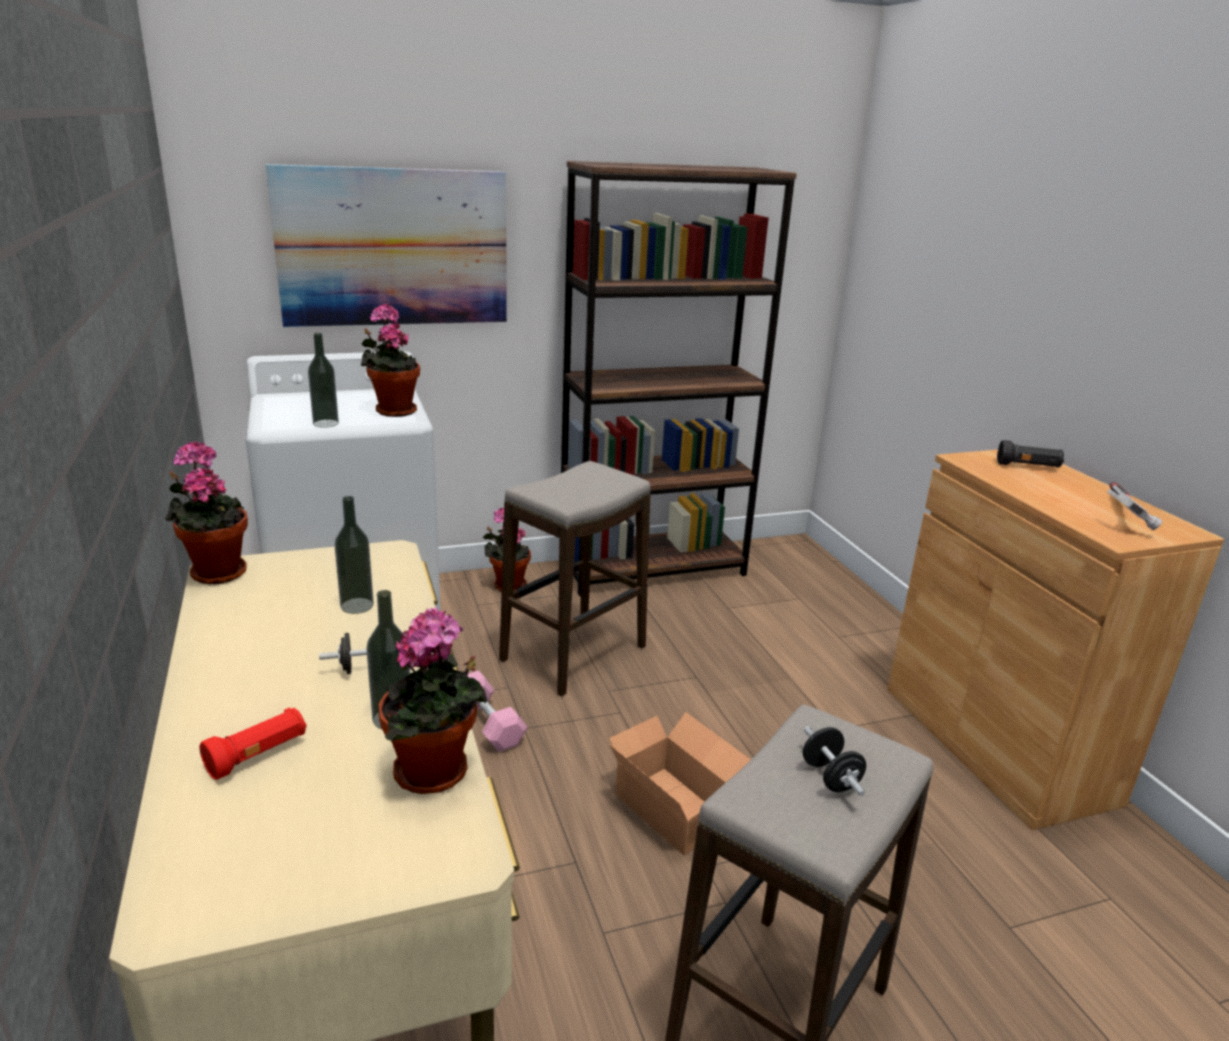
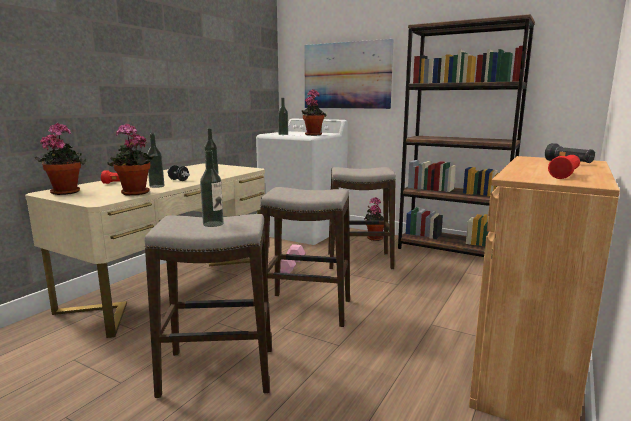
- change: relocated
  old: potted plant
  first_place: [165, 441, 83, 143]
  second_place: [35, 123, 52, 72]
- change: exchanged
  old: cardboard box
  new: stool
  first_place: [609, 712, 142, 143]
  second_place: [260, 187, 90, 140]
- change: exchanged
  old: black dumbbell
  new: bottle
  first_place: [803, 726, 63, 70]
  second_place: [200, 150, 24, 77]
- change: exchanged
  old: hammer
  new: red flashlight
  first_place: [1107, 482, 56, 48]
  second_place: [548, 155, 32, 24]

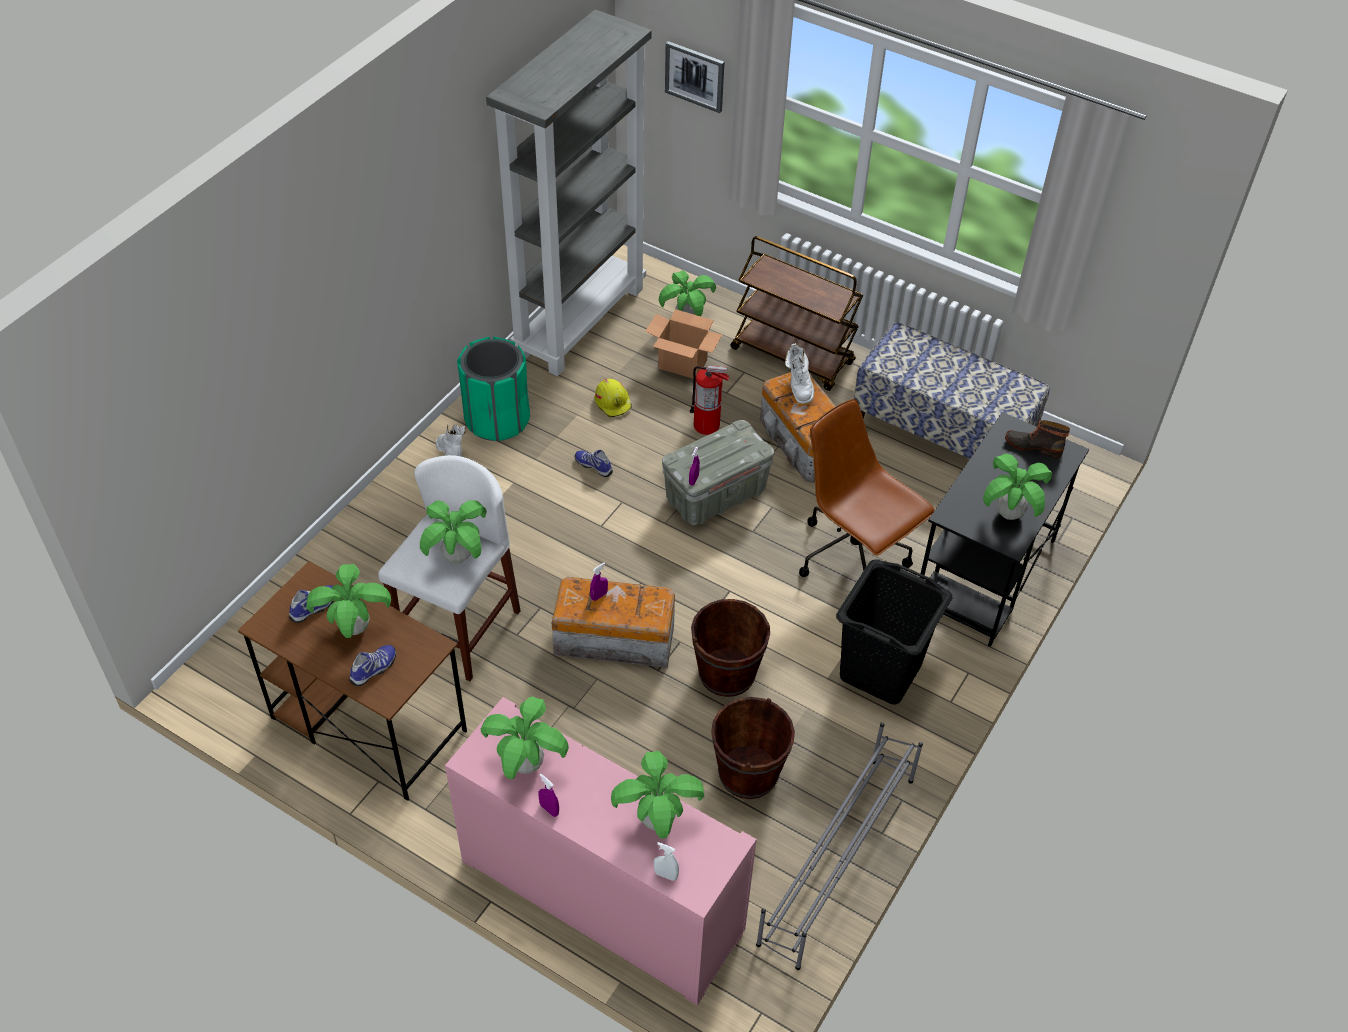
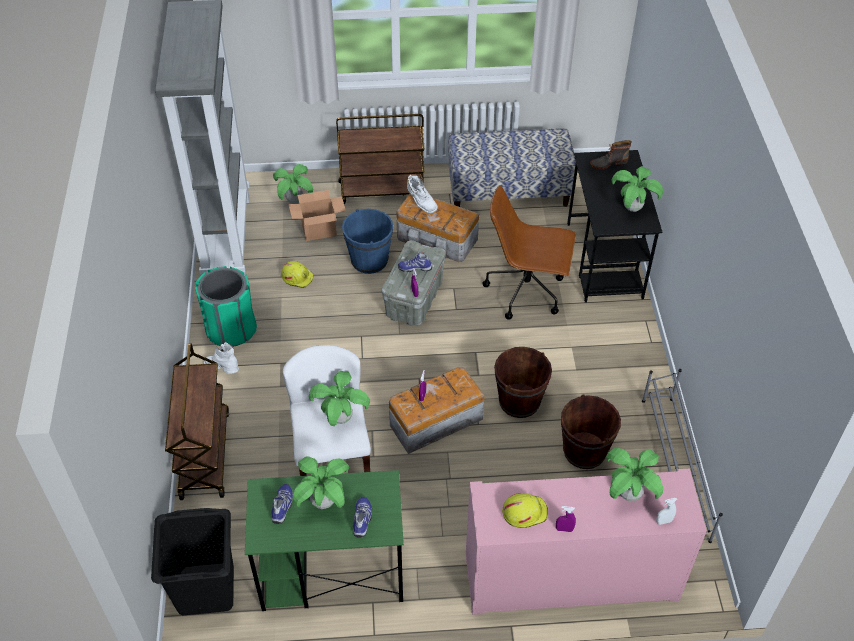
- change: missing
  old: picture
  first_place: [665, 41, 59, 72]
- change: appeared
  new: brown cart
  second_place: [165, 343, 64, 157]
- change: relocated
  old: shoe
  first_place: [575, 450, 38, 27]
  second_place: [398, 253, 34, 19]
- change: relocated
  old: black laundry basket
  first_place: [836, 559, 116, 146]
  second_place: [151, 508, 83, 108]
- change: exchanged
  old: potted plant
  new: yellow hard hat
  first_place: [481, 696, 88, 83]
  second_place: [502, 493, 46, 35]
- change: exchanged
  old: fire extinguisher
  new: blue bucket
  first_place: [689, 365, 41, 70]
  second_place: [342, 209, 52, 65]
- change: colour
  old: brown desk
  new: green desk
  first_place: [238, 561, 229, 240]
  second_place: [245, 470, 159, 141]

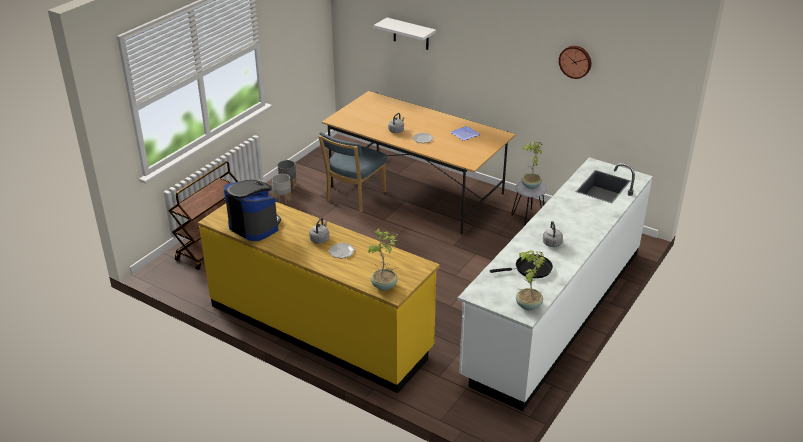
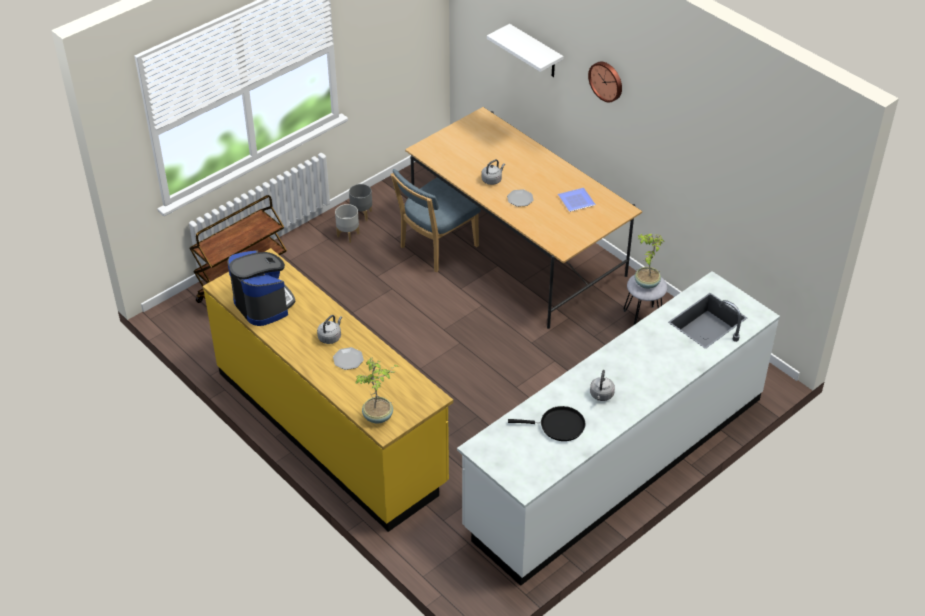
- change: missing
  old: potted plant
  first_place: [516, 250, 30, 60]
- change: relocated
  old: wall clock
  first_place: [559, 46, 32, 33]
  second_place: [588, 62, 34, 41]

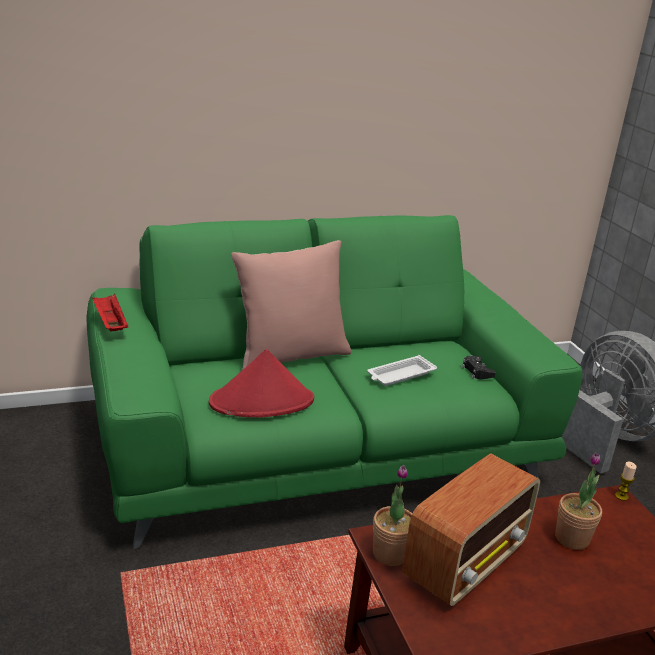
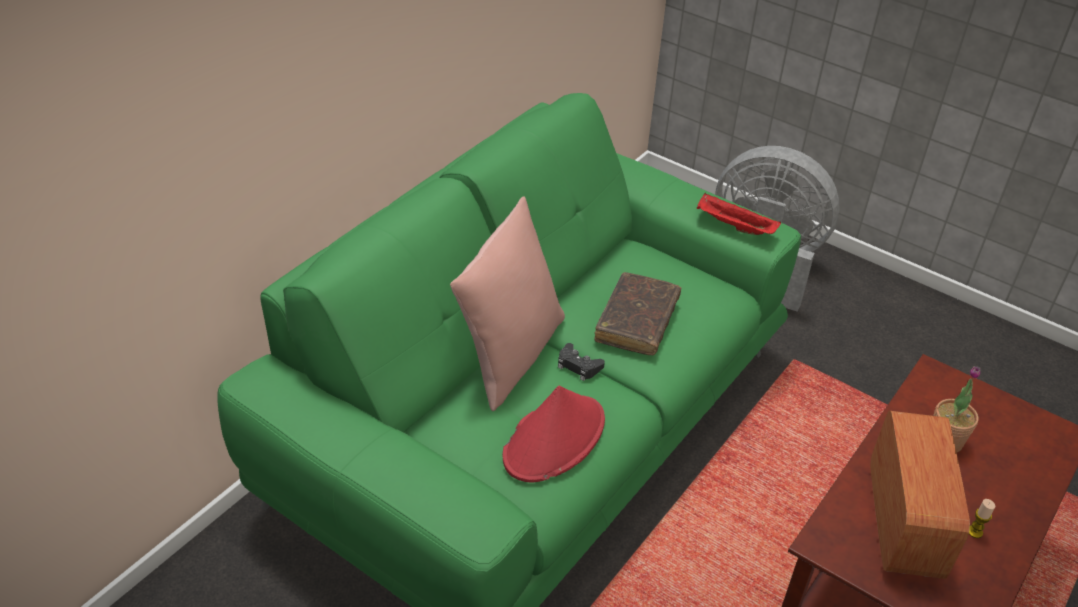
- change: missing
  old: potted plant
  first_place: [373, 465, 39, 101]
- change: relocated
  old: red tray
  first_place: [92, 294, 36, 37]
  second_place: [697, 193, 84, 42]
- change: relocated
  old: black game controller
  first_place: [462, 355, 34, 24]
  second_place: [558, 343, 47, 38]
- change: relocated
  old: candle
  first_place: [615, 462, 22, 39]
  second_place: [969, 499, 26, 39]
- change: exchanged
  old: white tray
  new: brown book
  first_place: [367, 355, 70, 31]
  second_place: [594, 272, 87, 83]

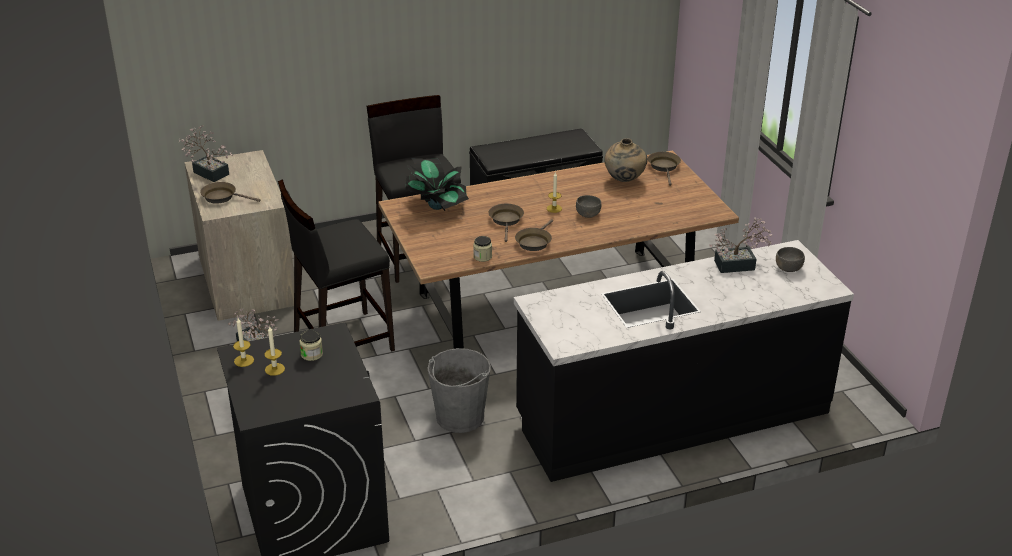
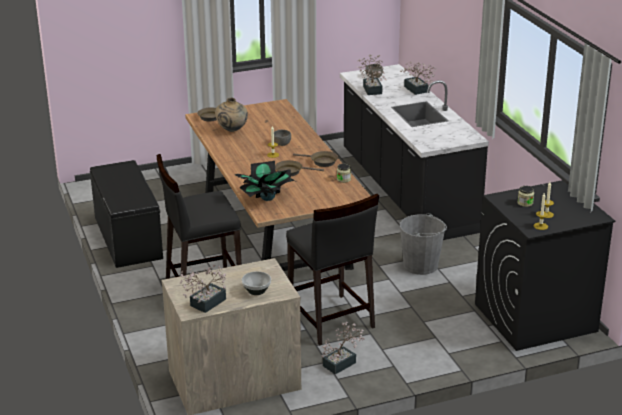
- change: appeared
  new: potted plant
  second_place: [400, 61, 36, 34]
- change: exchanged
  old: brown frying pan
  new: bowl
  first_place: [200, 182, 60, 22]
  second_place: [242, 271, 29, 24]

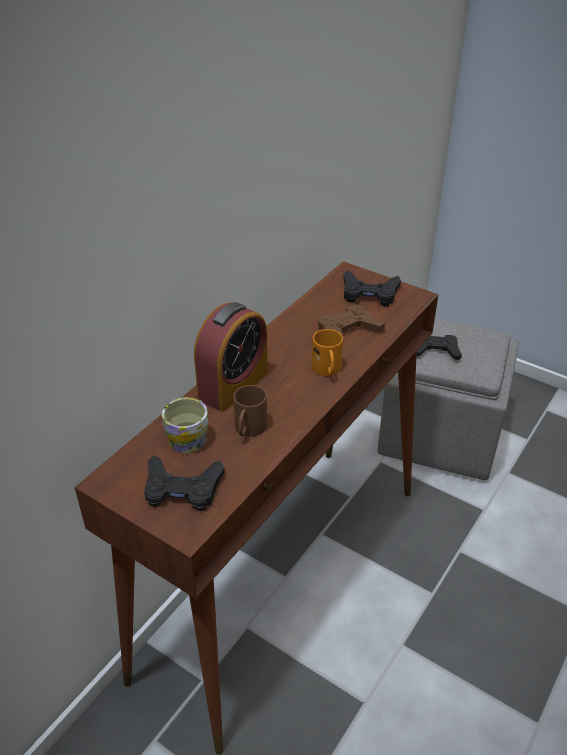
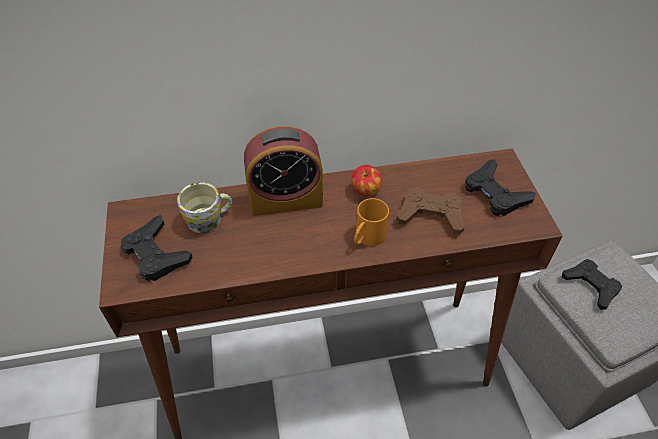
- change: missing
  old: brown mug
  first_place: [233, 385, 34, 52]
- change: appeared
  new: apple
  second_place: [351, 165, 32, 31]

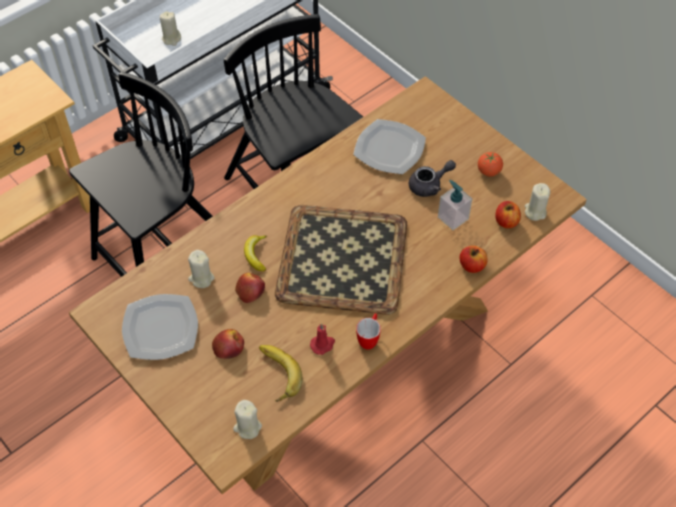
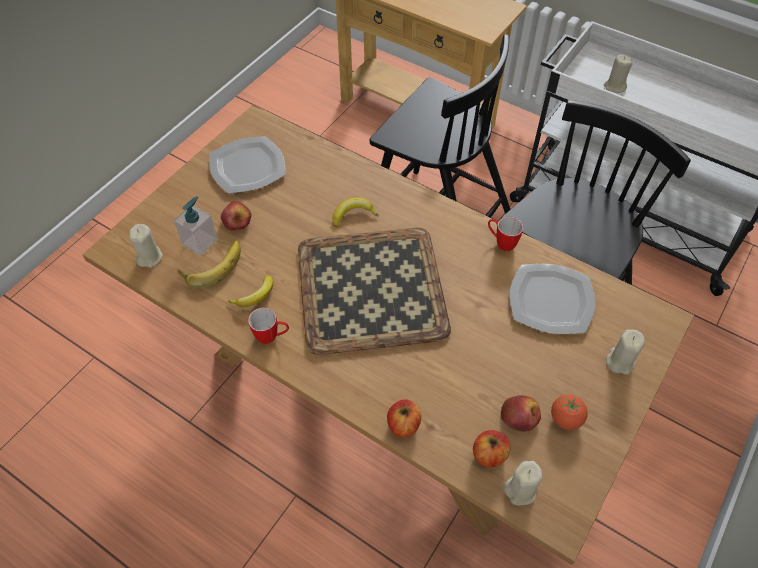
- change: missing
  old: grey teapot
  first_place: [409, 160, 47, 37]
- change: appeared
  new: mug
  second_place: [488, 216, 36, 35]
- change: relocated
  old: beige candle
  first_place: [188, 250, 27, 38]
  second_place: [606, 330, 39, 45]
- change: relocated
  old: apple
  first_place: [235, 273, 30, 30]
  second_place: [501, 395, 40, 37]
- change: relocated
  old: soap dispenser
  first_place: [438, 180, 34, 50]
  second_place: [174, 196, 44, 60]
- change: exchanged
  old: red candle
  new: banana
  first_place: [310, 323, 25, 32]
  second_place: [228, 275, 45, 32]

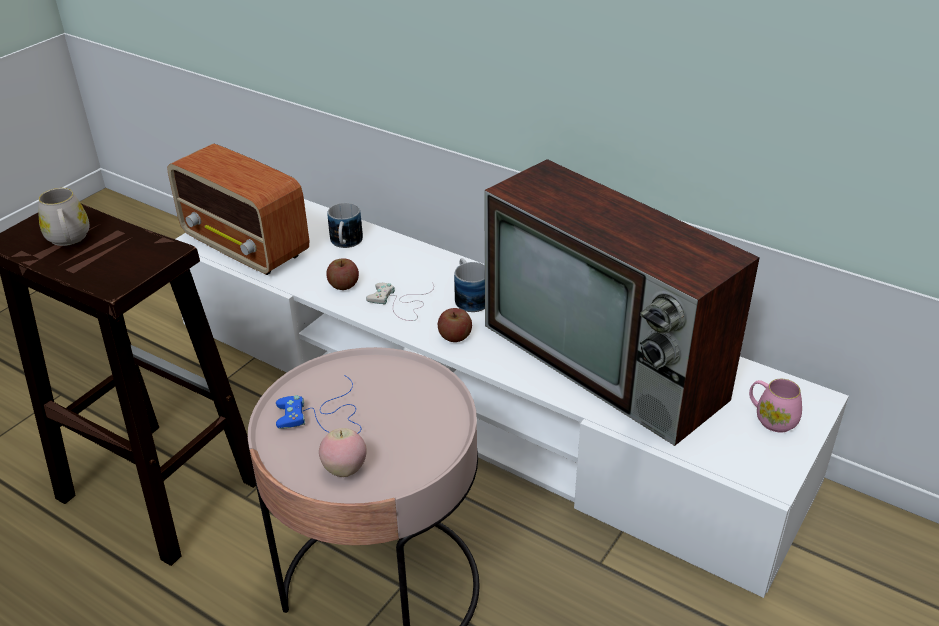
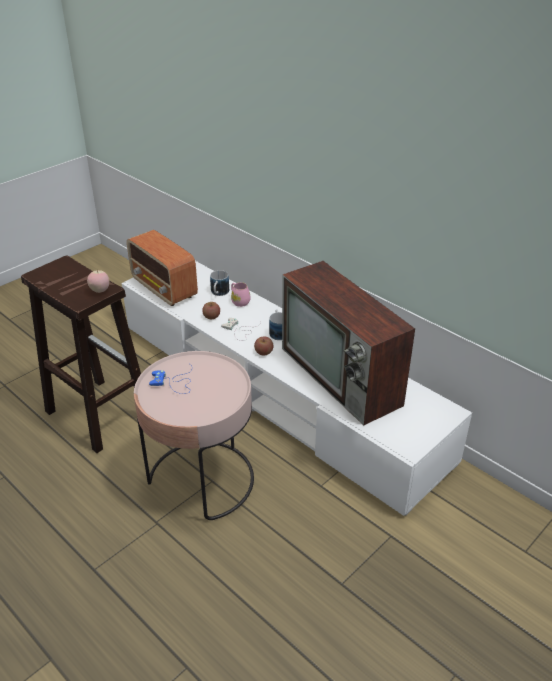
- change: missing
  old: white mug
  first_place: [38, 188, 51, 58]
- change: relocated
  old: apple
  first_place: [319, 428, 48, 49]
  second_place: [87, 270, 22, 23]
- change: relocated
  old: pink mug
  first_place: [749, 379, 53, 53]
  second_place: [231, 282, 20, 25]

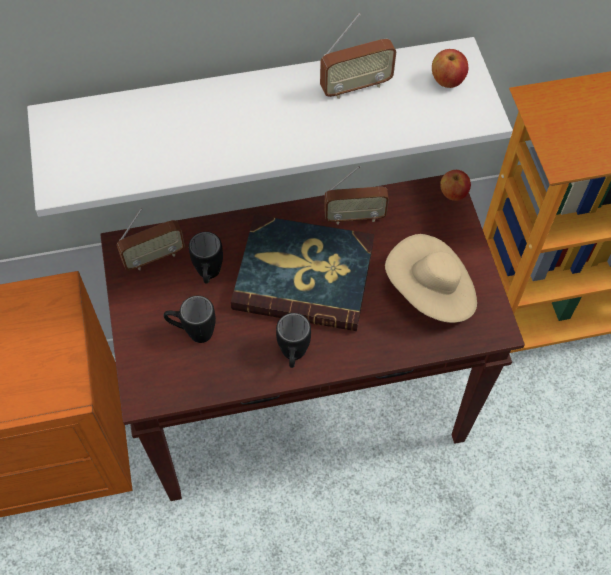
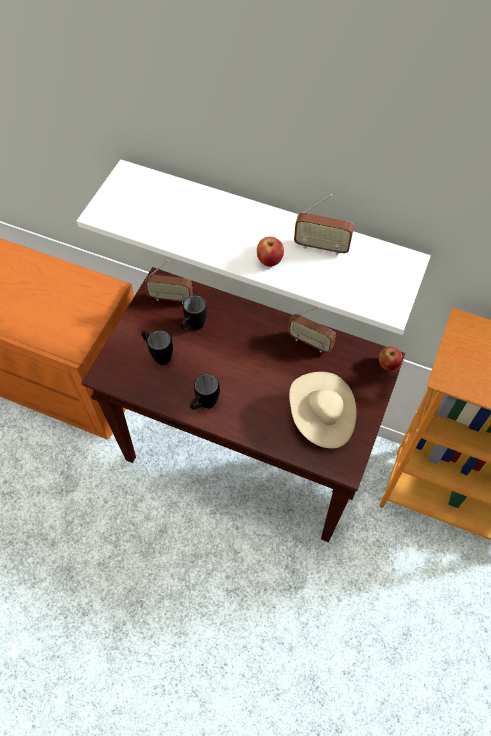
- change: missing
  old: book
  first_place: [231, 215, 143, 116]
- change: relocated
  old: apple
  first_place: [432, 49, 36, 39]
  second_place: [257, 237, 27, 30]

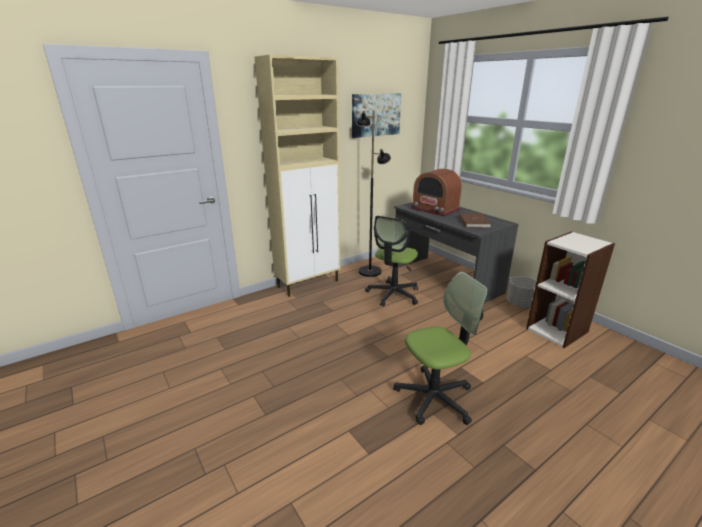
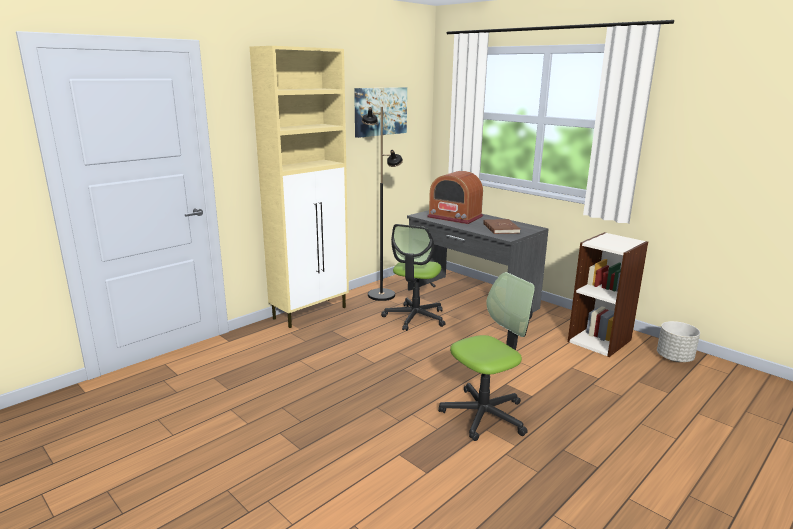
- change: relocated
  old: grey planter
  first_place: [507, 276, 29, 32]
  second_place: [657, 321, 43, 41]

